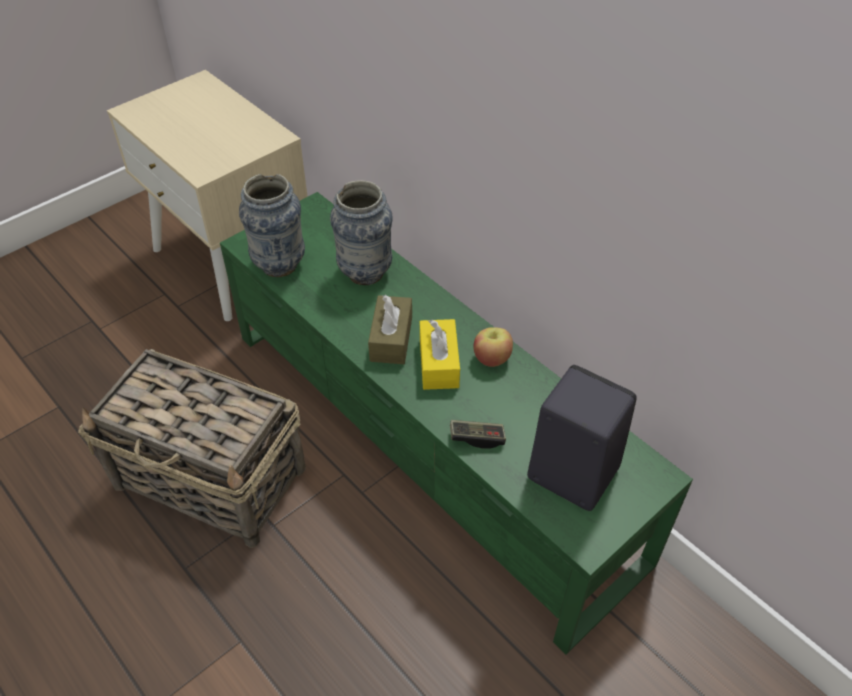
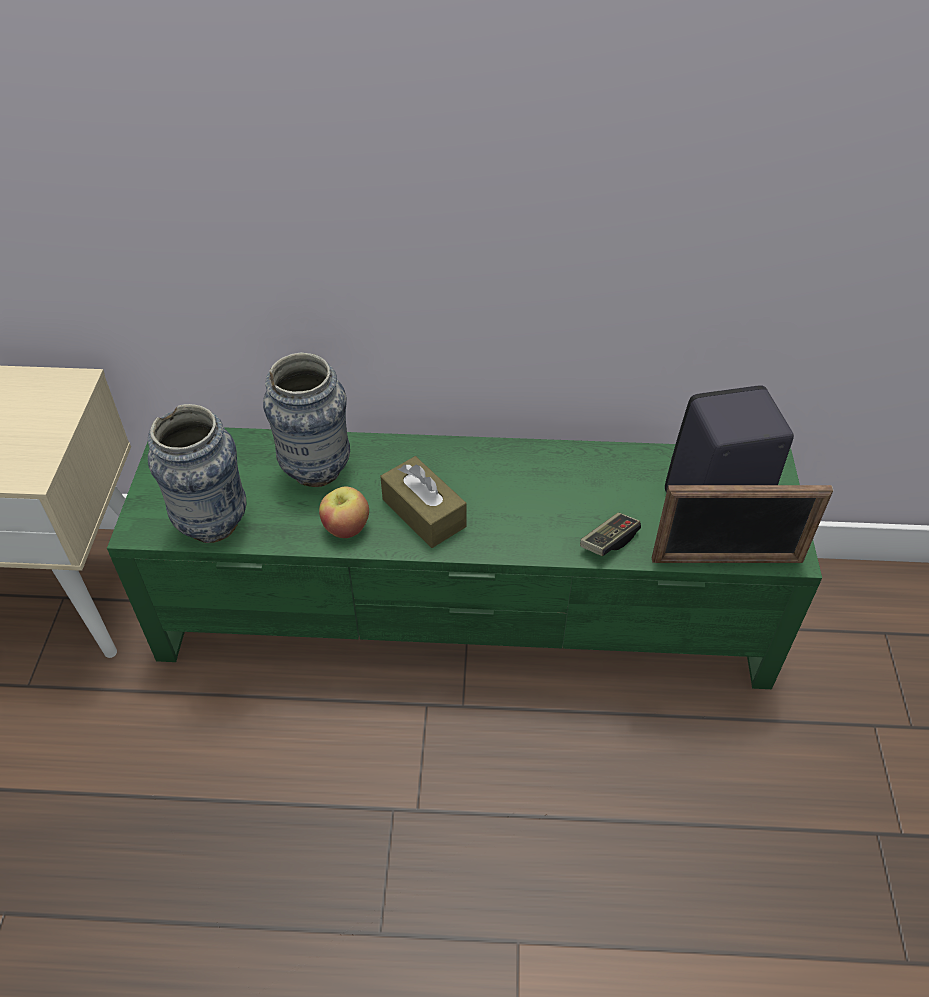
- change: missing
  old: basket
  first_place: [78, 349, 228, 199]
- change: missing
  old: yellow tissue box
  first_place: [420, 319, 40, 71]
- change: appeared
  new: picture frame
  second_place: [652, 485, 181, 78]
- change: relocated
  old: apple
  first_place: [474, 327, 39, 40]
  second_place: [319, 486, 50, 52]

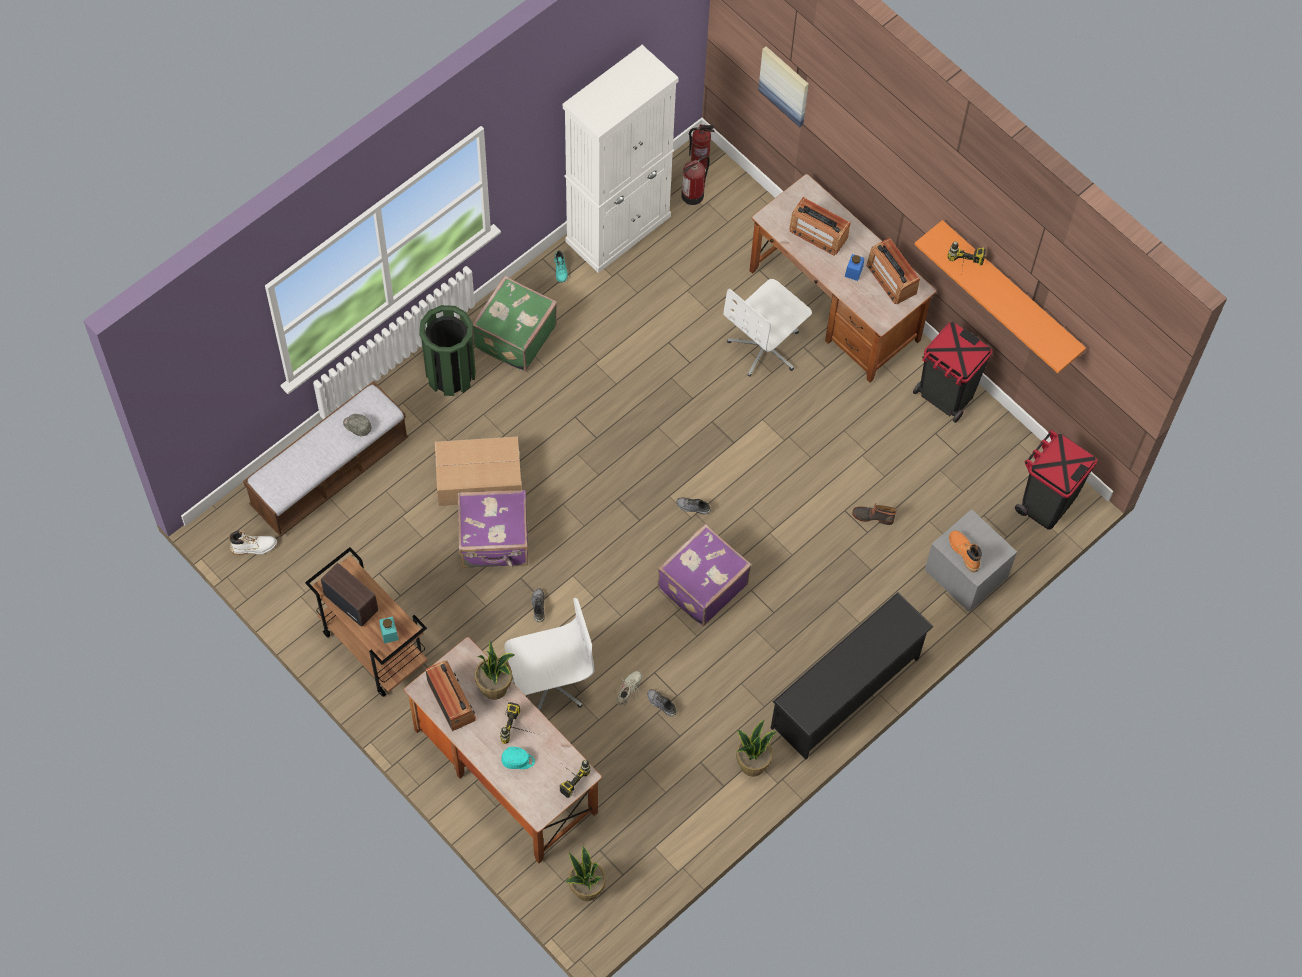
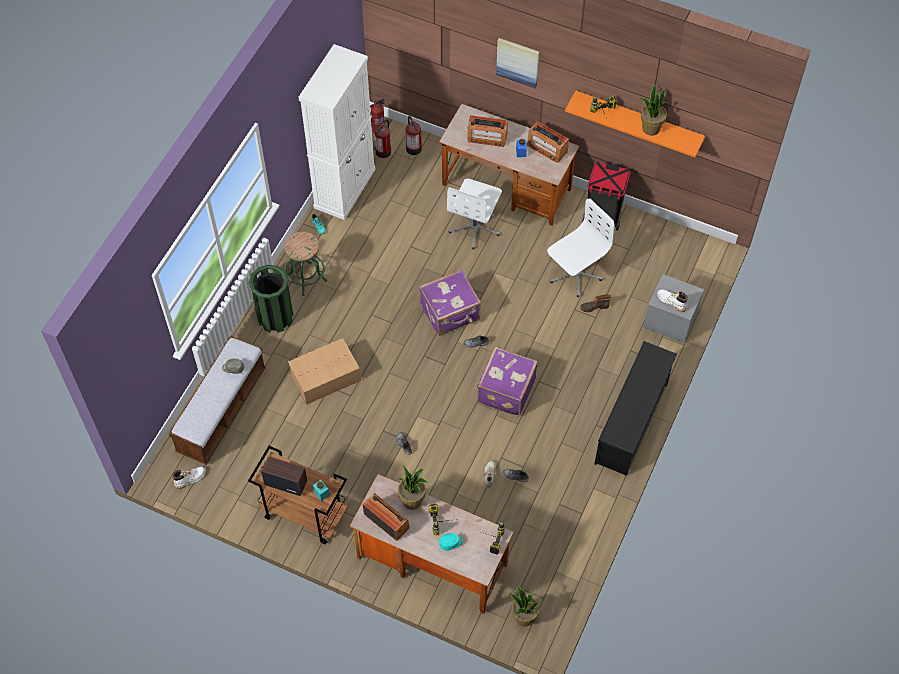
- change: missing
  old: black trash can
  first_place: [1015, 430, 82, 100]
- change: appeared
  new: fire extinguisher
  second_place: [406, 116, 16, 39]
- change: relocated
  old: purple suitcase
  first_place: [458, 490, 70, 78]
  second_place: [419, 269, 62, 67]
- change: relocated
  old: white office chair
  first_place: [504, 598, 90, 113]
  second_place: [547, 198, 68, 99]
- change: relocated
  old: potted plant
  first_place: [736, 720, 41, 57]
  second_place: [640, 84, 27, 52]
- change: relocated
  old: picture
  first_place: [758, 46, 51, 81]
  second_place: [496, 38, 43, 50]
- change: exchanged
  old: green suitcase
  new: green stool
  first_place: [472, 276, 85, 96]
  second_place: [284, 232, 43, 64]
- change: colour
  old: orange boot
  new: white boot
  first_place: [949, 530, 33, 42]
  second_place: [657, 289, 31, 23]

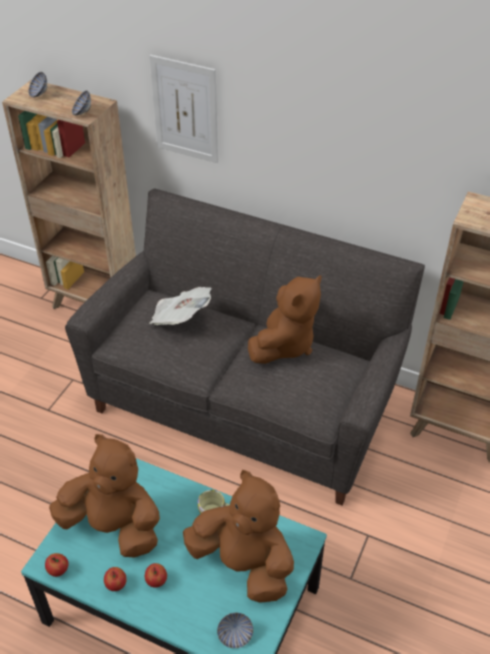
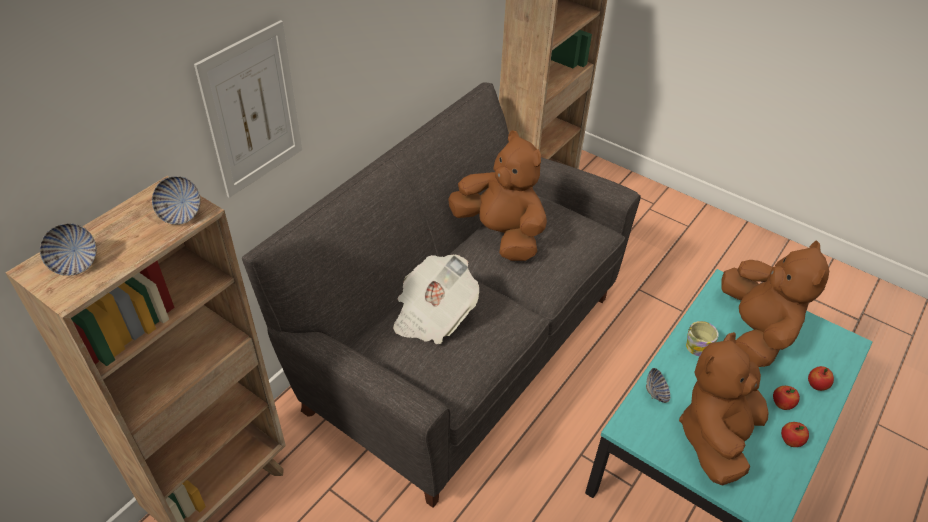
- change: relocated
  old: apple
  first_place: [45, 553, 24, 24]
  second_place: [808, 366, 26, 25]
- change: relocated
  old: bowl
  first_place: [217, 613, 36, 35]
  second_place: [646, 368, 24, 35]
- change: spun
  old: brown plush toy
  first_place: [183, 470, 111, 133]
  second_place: [721, 241, 108, 126]
  degrees: 135

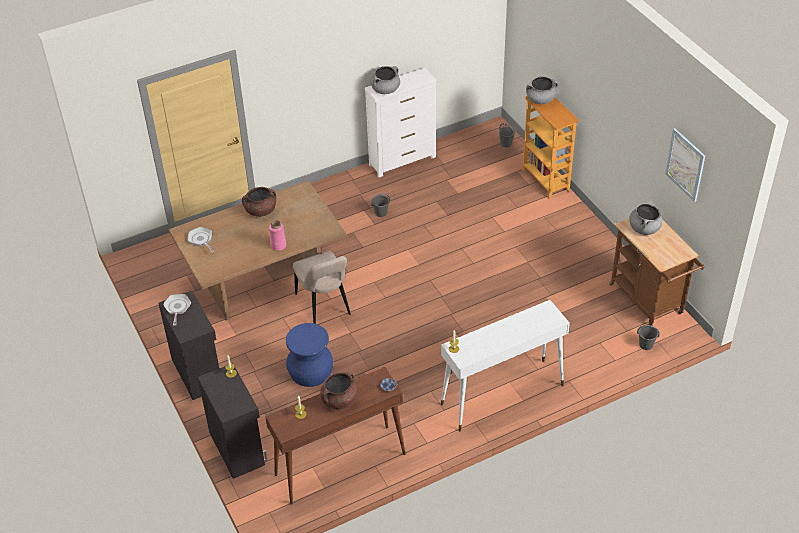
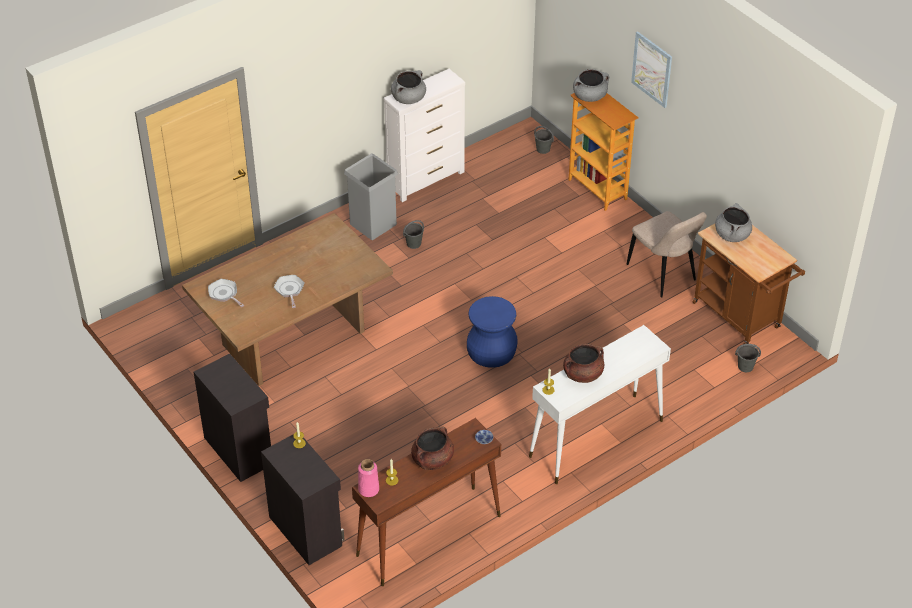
- change: appeared
  new: grey trash can
  second_place: [344, 153, 54, 87]
- change: relocated
  old: frying pan
  first_place: [163, 294, 28, 32]
  second_place: [274, 275, 30, 33]
- change: relocated
  old: brown cooking pot
  first_place: [242, 187, 34, 30]
  second_place: [563, 344, 41, 39]
- change: relocated
  old: pink vase
  first_place: [269, 220, 17, 31]
  second_place: [358, 459, 21, 38]
- change: relocated
  old: blue stool
  first_place: [286, 323, 47, 64]
  second_place: [467, 296, 51, 72]
- change: relocated
  old: beige chair
  first_place: [293, 251, 58, 73]
  second_place: [627, 211, 80, 86]
- change: relocated
  old: picture
  first_place: [665, 128, 40, 74]
  second_place: [631, 31, 41, 77]

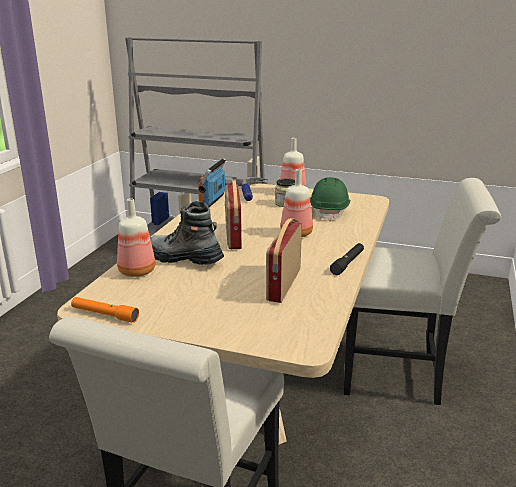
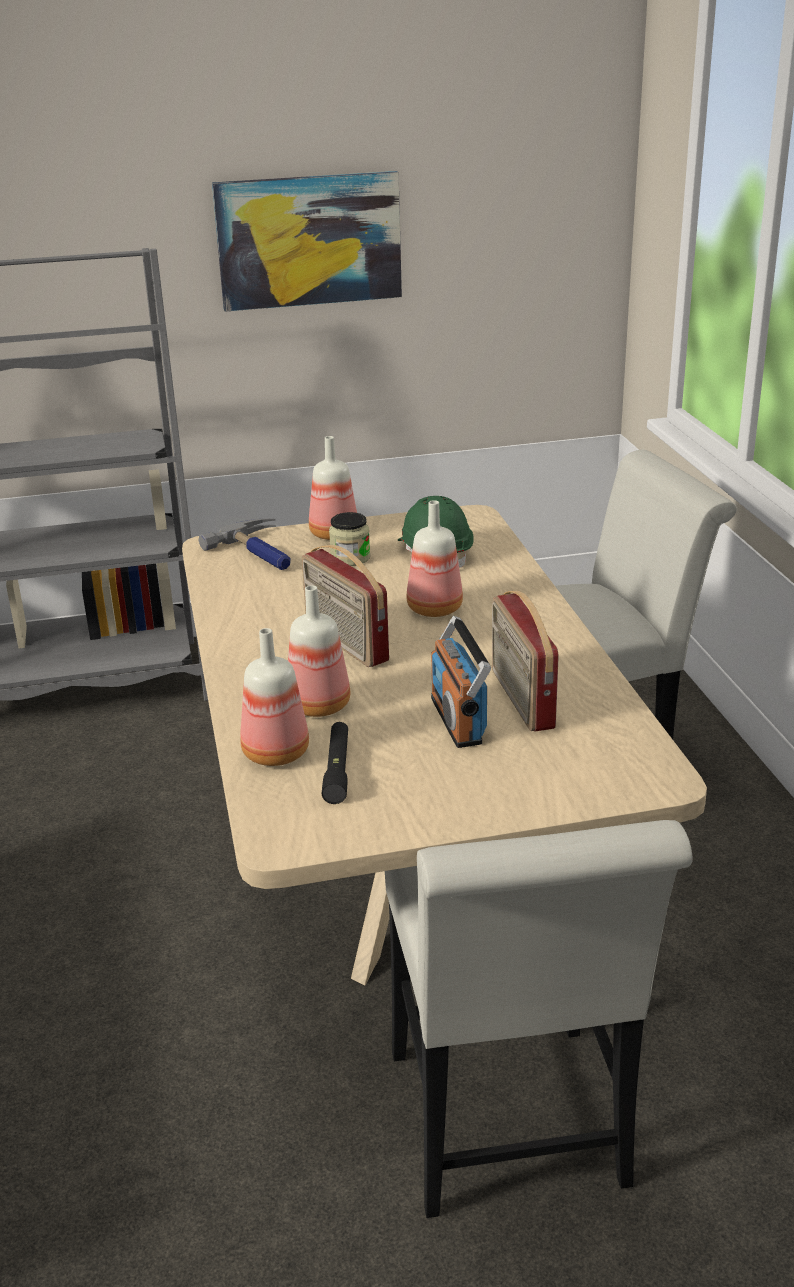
- change: missing
  old: orange flashlight
  first_place: [71, 297, 68, 26]
- change: appeared
  new: picture
  second_place: [212, 171, 190, 141]
- change: relocated
  old: radio
  first_place: [198, 158, 28, 49]
  second_place: [431, 616, 60, 132]
- change: relocated
  old: black flashlight
  first_place: [330, 243, 34, 32]
  second_place: [322, 722, 26, 82]
- change: exchanged
  old: boot
  new: bottle
  first_place: [150, 201, 74, 64]
  second_place: [288, 585, 62, 132]

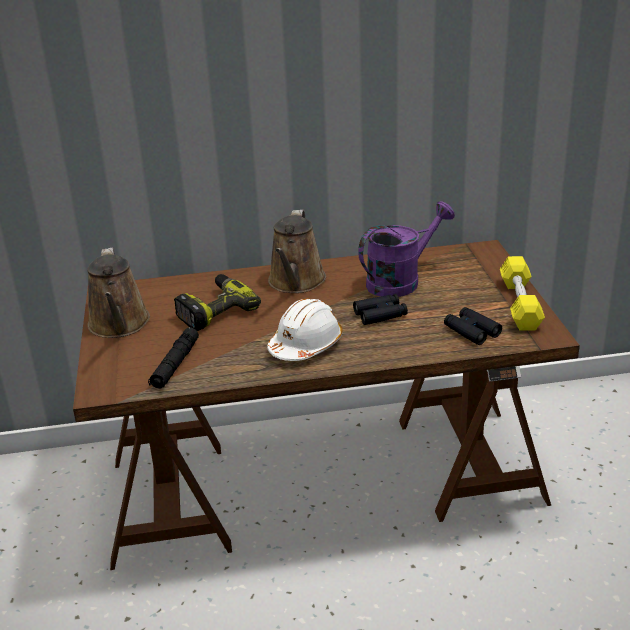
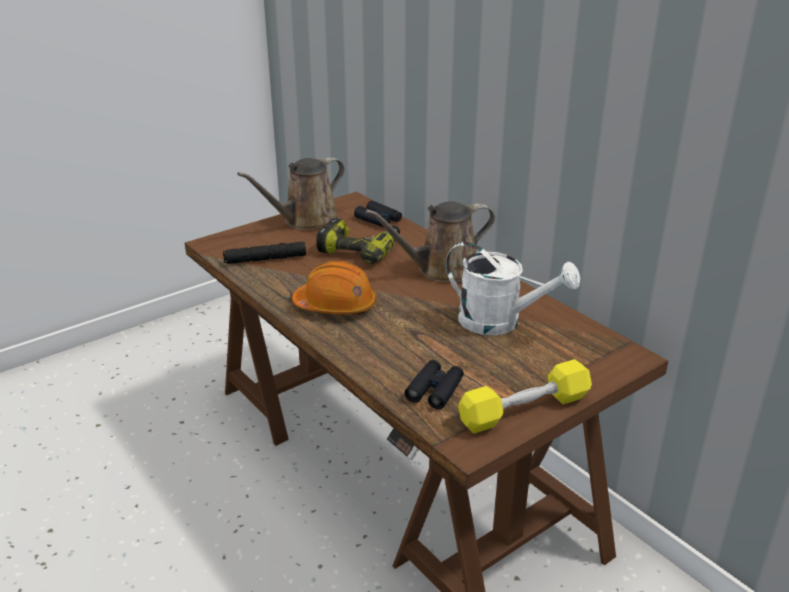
- change: relocated
  old: black binoculars
  first_place: [353, 294, 55, 31]
  second_place: [354, 200, 48, 27]
- change: colour
  old: white hard hat
  new: orange hard hat
  first_place: [267, 298, 76, 63]
  second_place: [292, 261, 85, 54]
- change: colour
  old: purple watering can
  new: white watering can
  first_place: [358, 201, 97, 96]
  second_place: [446, 242, 134, 93]

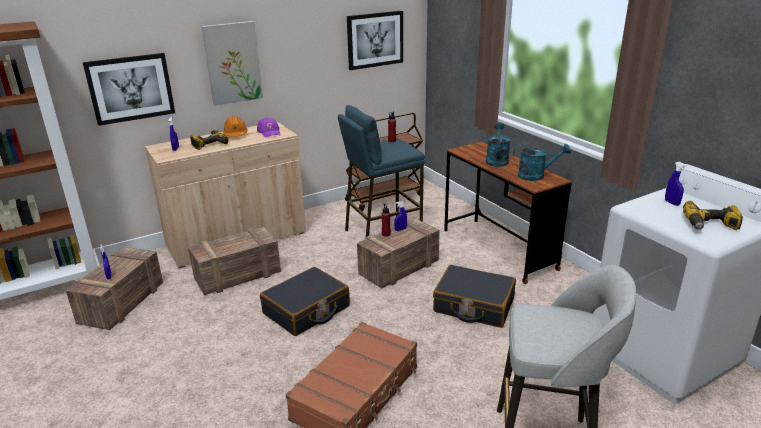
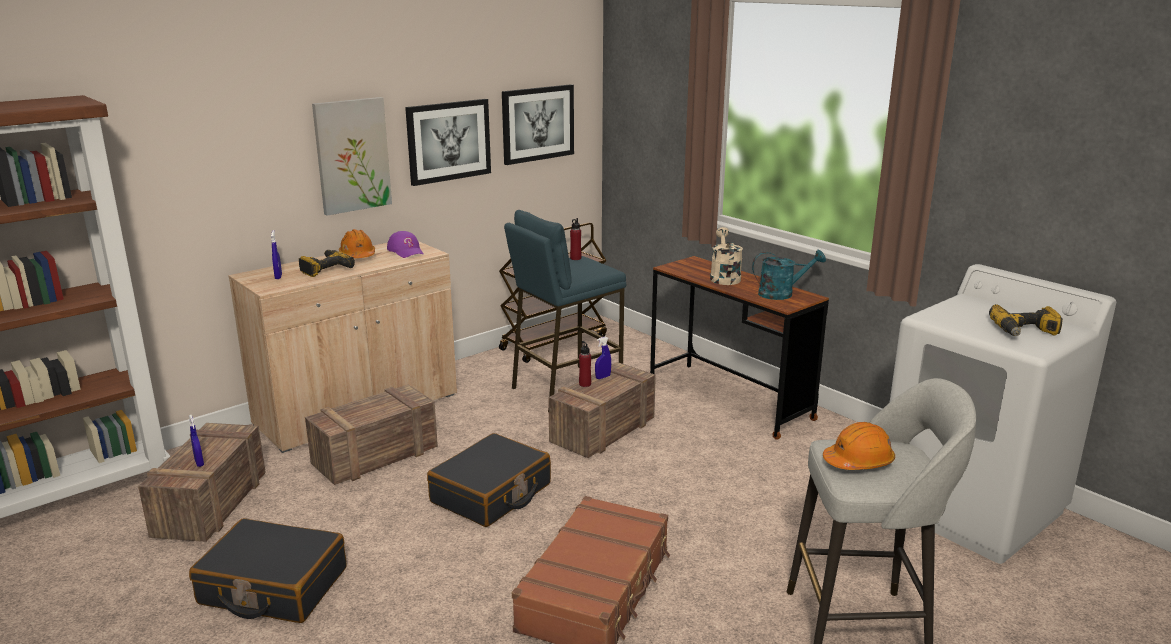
- change: missing
  old: blue spray bottle
  first_place: [665, 162, 22, 44]
- change: appeared
  new: orange hard hat
  second_place: [823, 422, 72, 48]
- change: relocated
  old: picture
  first_place: [83, 53, 92, 73]
  second_place: [405, 99, 86, 87]
- change: relocated
  old: black suitcase
  first_place: [433, 265, 83, 63]
  second_place: [189, 518, 158, 105]
- change: colour
  old: turquoise watering can
  new: beige watering can
  first_place: [486, 122, 25, 45]
  second_place: [710, 227, 33, 58]

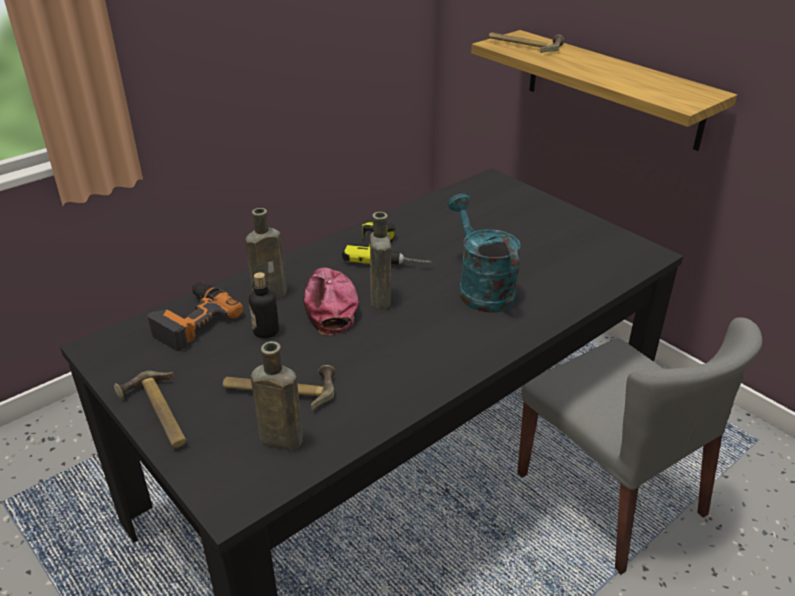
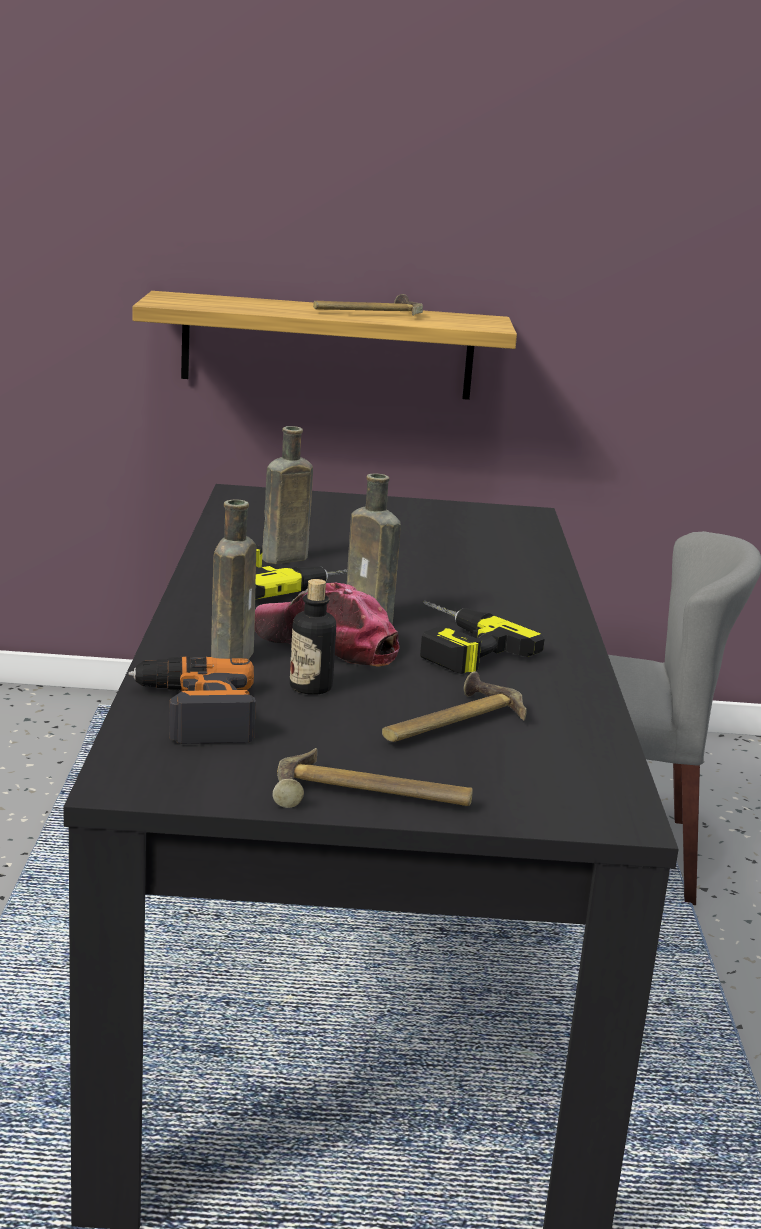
- change: missing
  old: turquoise watering can
  first_place: [447, 194, 74, 119]
- change: appeared
  new: power drill
  second_place: [420, 600, 124, 74]
- change: relocated
  old: brown bottle
  first_place: [251, 341, 52, 110]
  second_place: [262, 426, 51, 138]
- change: relocated
  old: hammer
  first_place: [489, 33, 75, 20]
  second_place: [313, 294, 110, 22]

